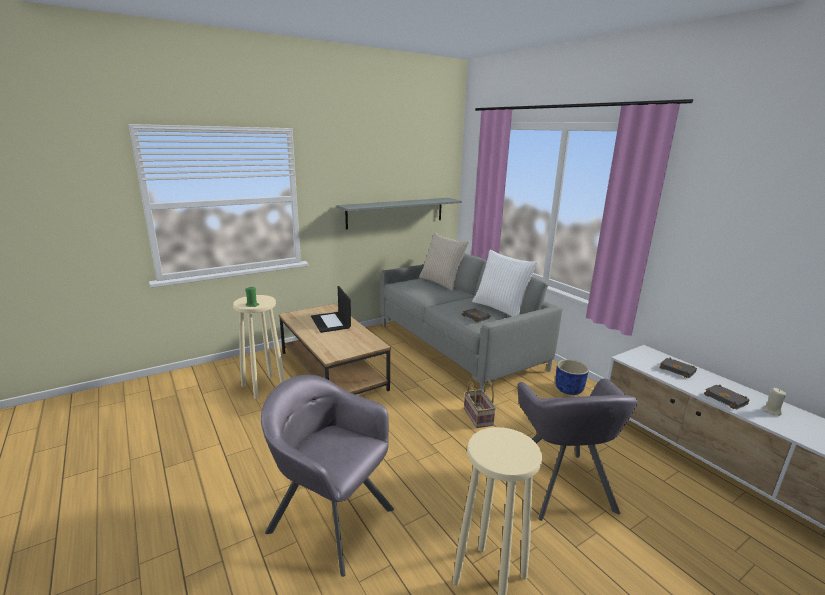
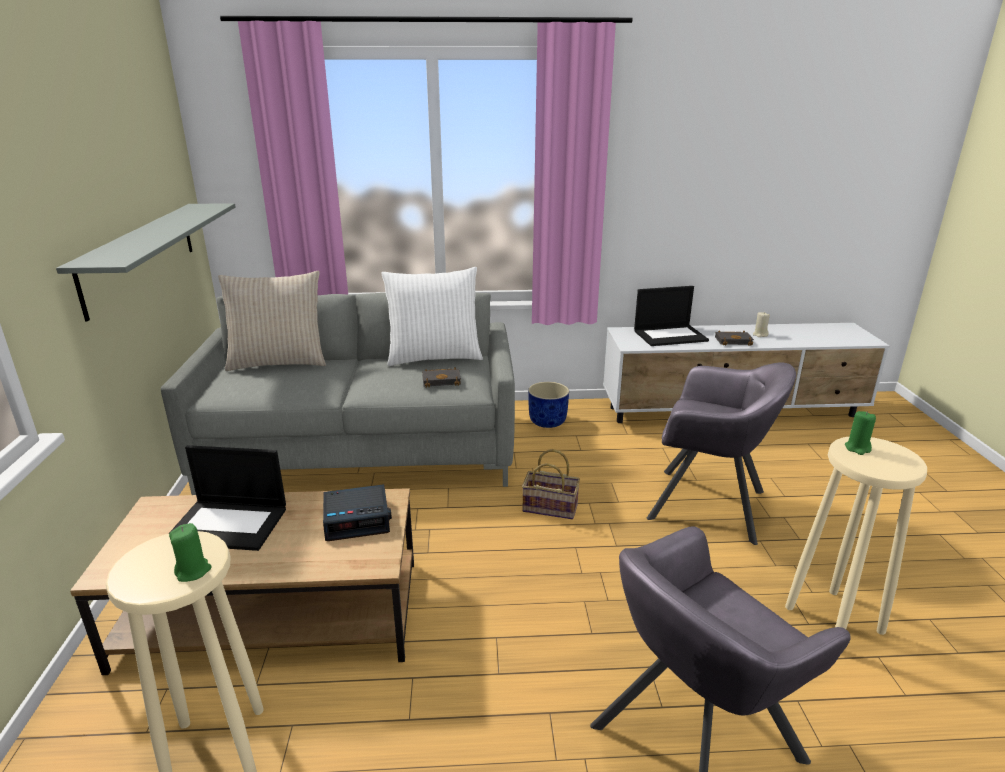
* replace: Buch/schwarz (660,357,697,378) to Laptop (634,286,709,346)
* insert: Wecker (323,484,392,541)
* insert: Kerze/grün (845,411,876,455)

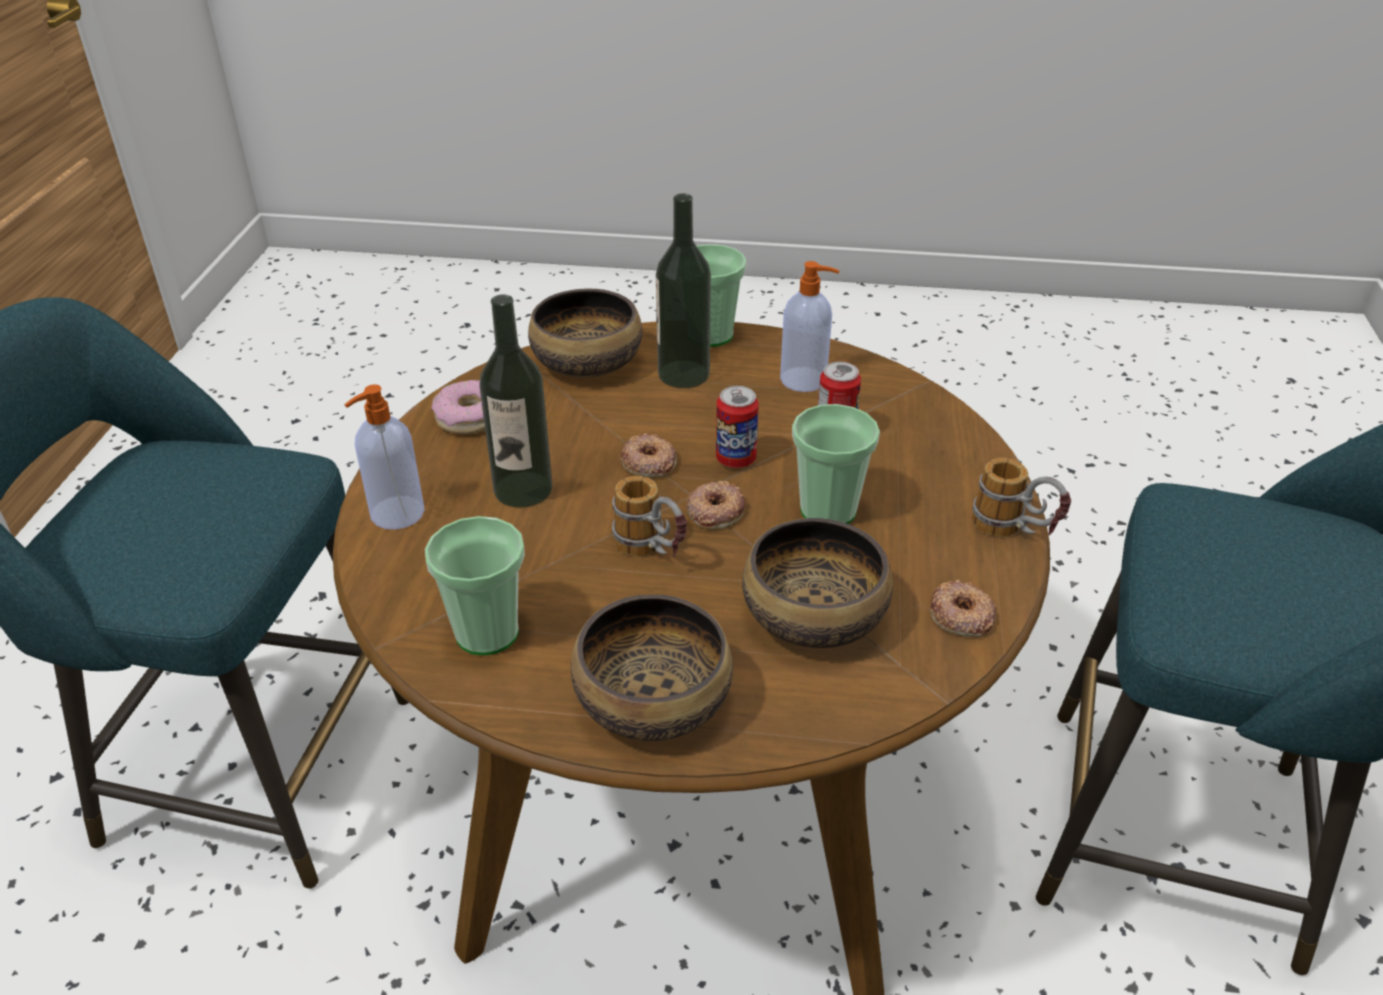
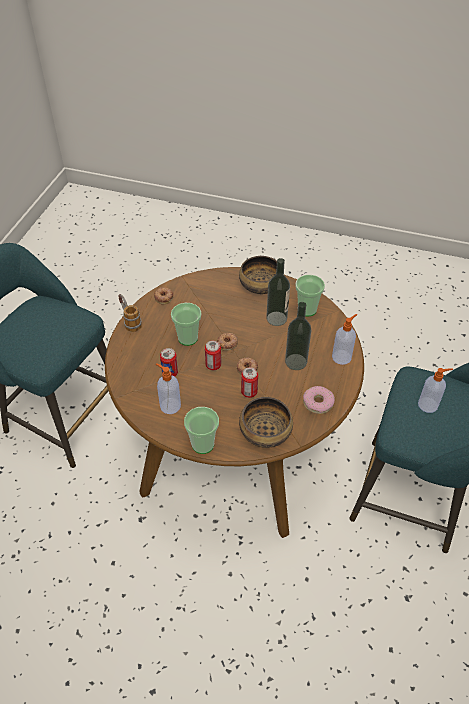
* delete: Henkelbecher (612,476,687,557)
* move: Flasche (656,193,711,388) to (266,258,290,326)
* delete: Schüssel (742,518,893,648)
* insert: Dose (241,367,258,398)
* insert: Seifenspender (418,368,453,413)

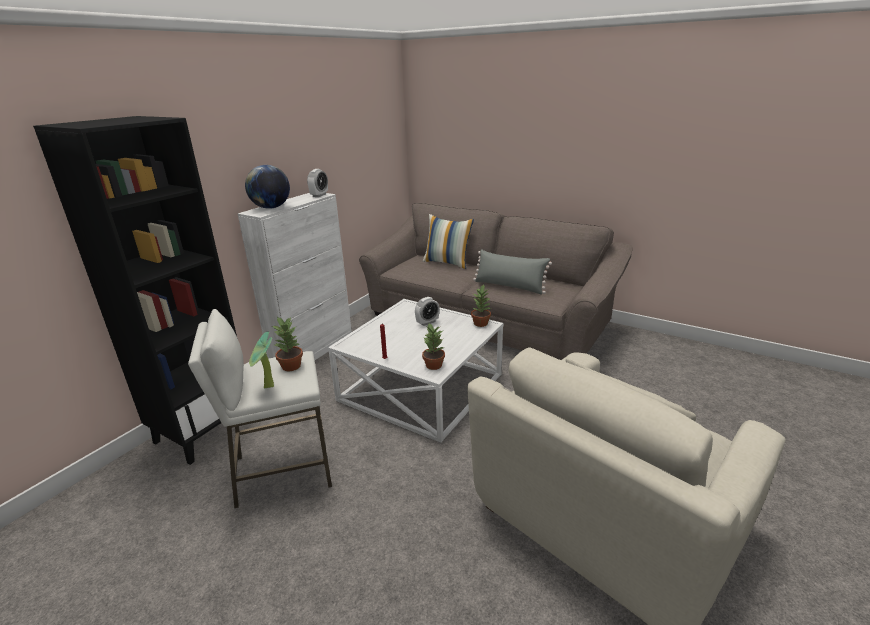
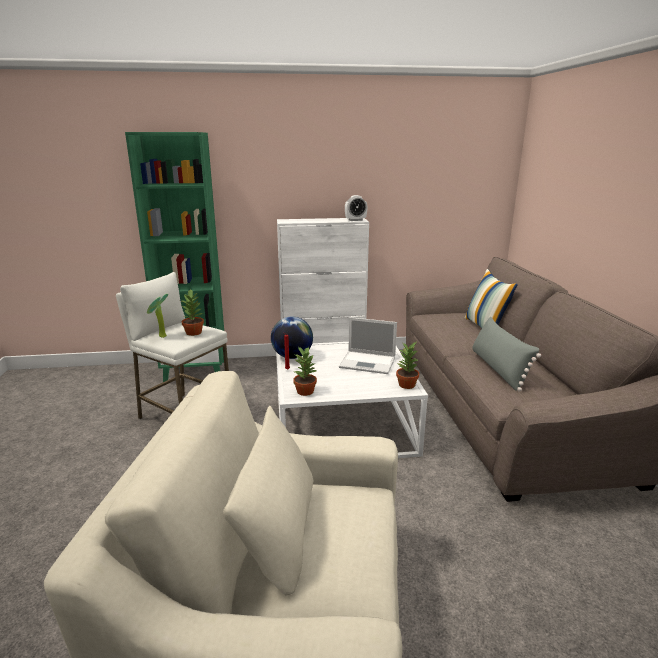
* recolor: Bücherregal/schwarz (33,116,237,465) to Bücherregal/grün (125,132,224,382)
* move: Globus (245,165,290,209) to (271,316,313,359)
* replace: Wecker (415,297,439,326) to Laptop (339,317,397,374)

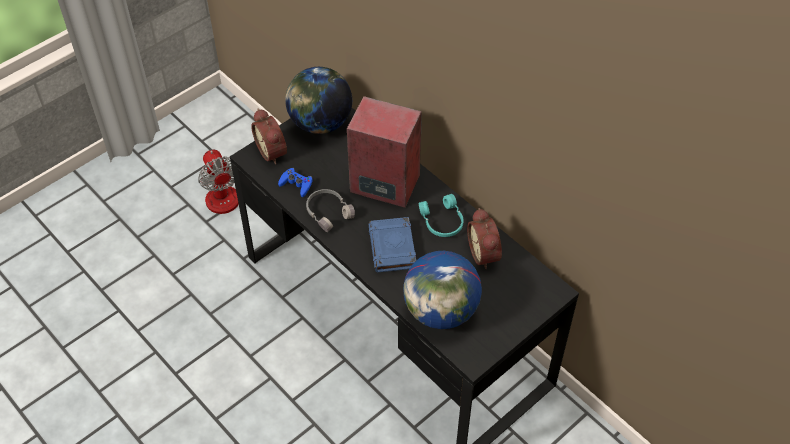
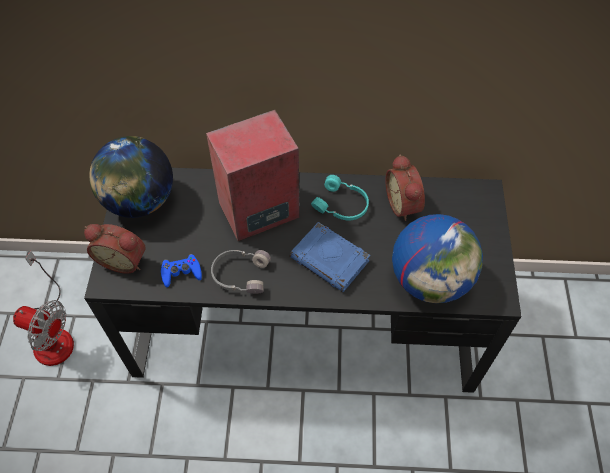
* rotate: Wecker (467,208,502,269) = (385,154,425,221) 45 degrees clockwise

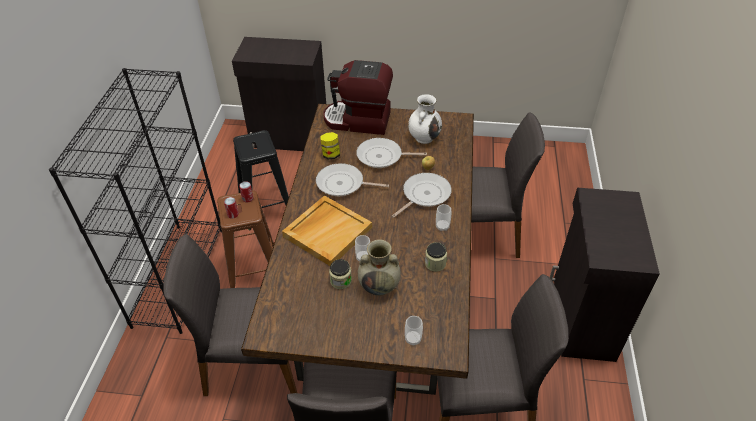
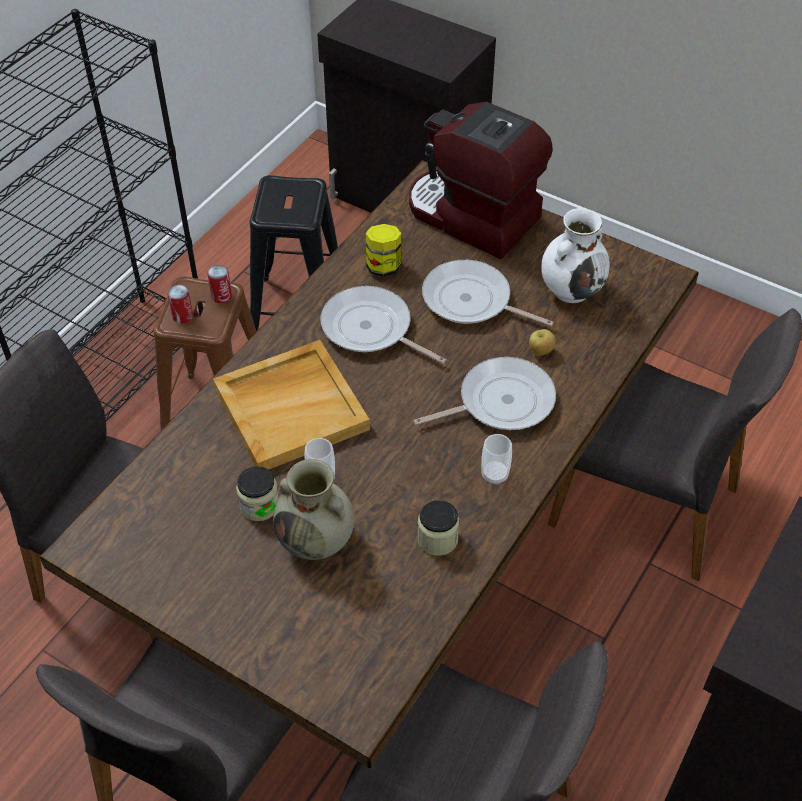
* delete: Tasse (405,316,423,346)

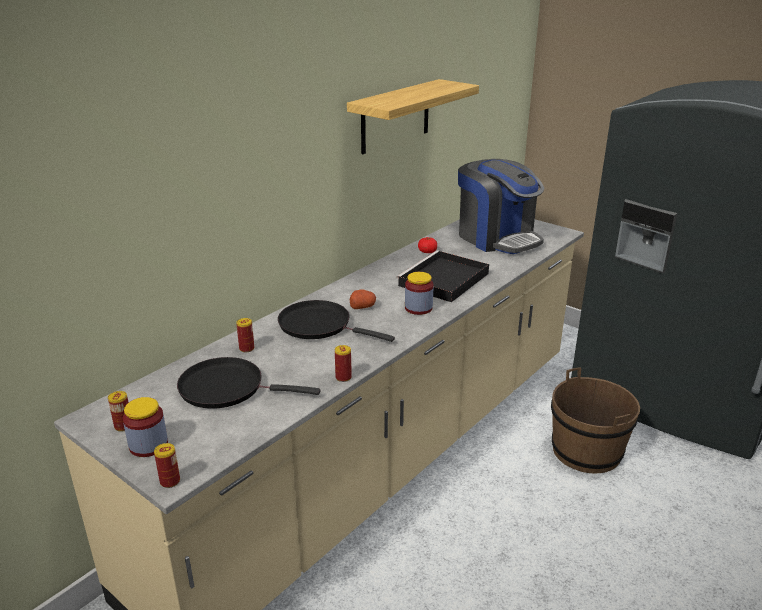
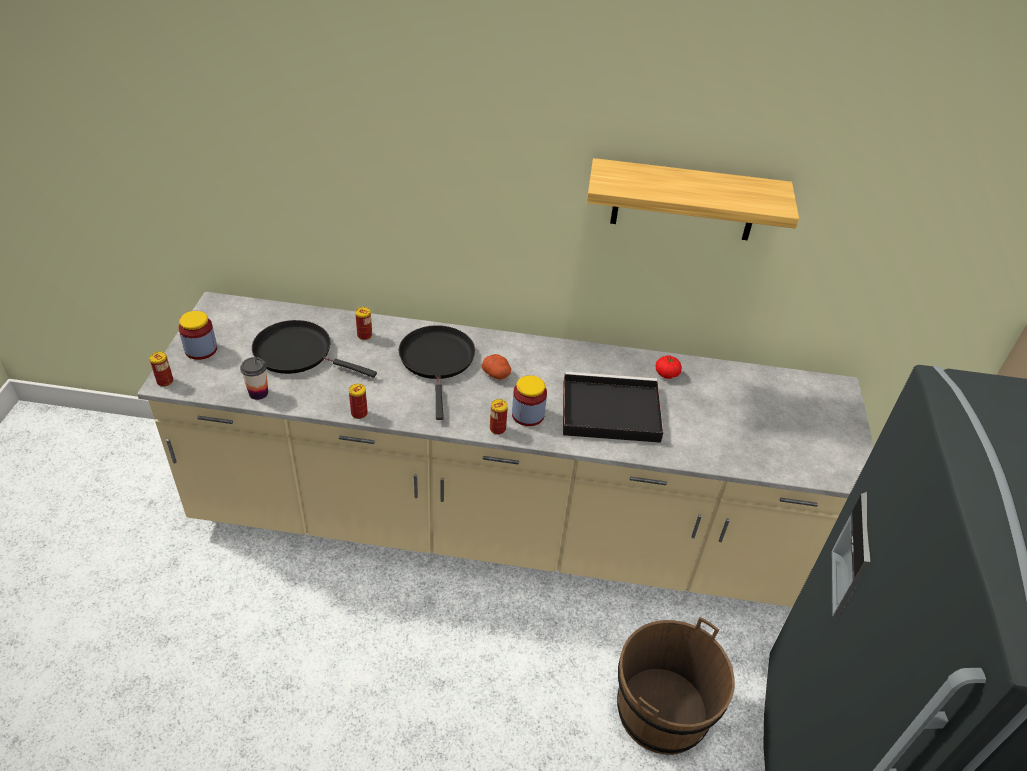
* move: Dose (108,391,129,432) to (490,399,508,435)
* rotate: Pfanne/schwarz (177,357,320,409) = (252,320,377,378) 45 degrees counterclockwise
* delete: Kaffeemaschine (458,159,545,254)
* insert: Tasse (240,357,268,400)

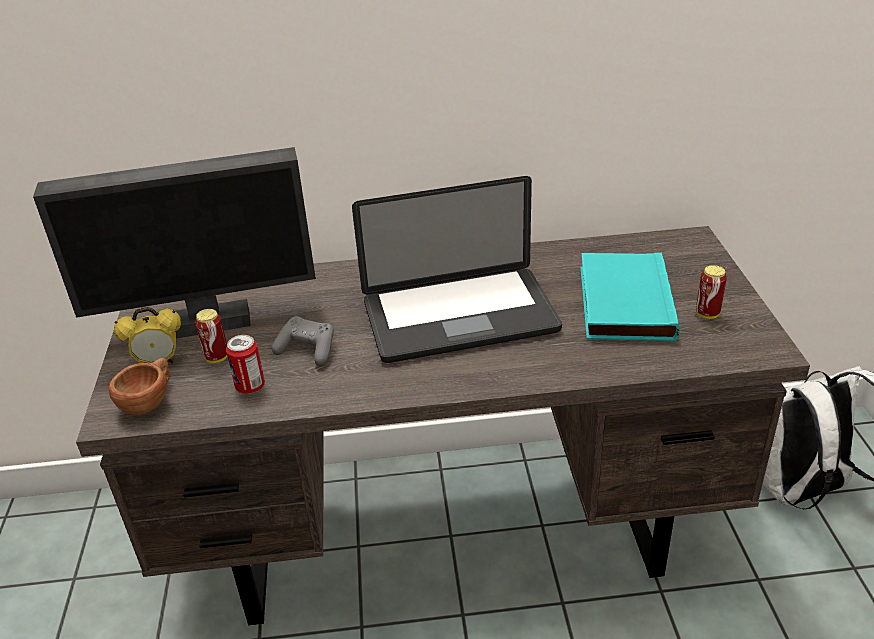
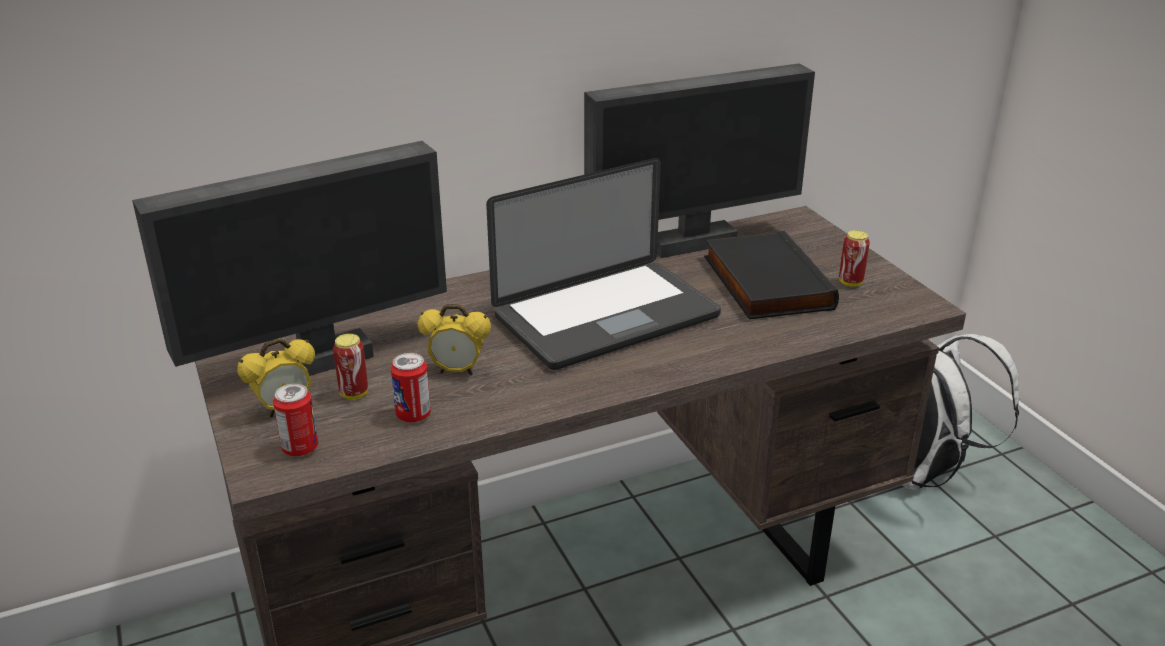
* replace: Tasse/braun (108,358,170,415) to Dose (273,384,318,456)
* replace: Gamepad/grau (271,316,334,366) to Wecker (418,304,491,375)
* recolor: Buch/türkis (580,253,680,341) to Buch/schwarz (704,231,839,319)
* insert: Monitor (584,63,815,258)

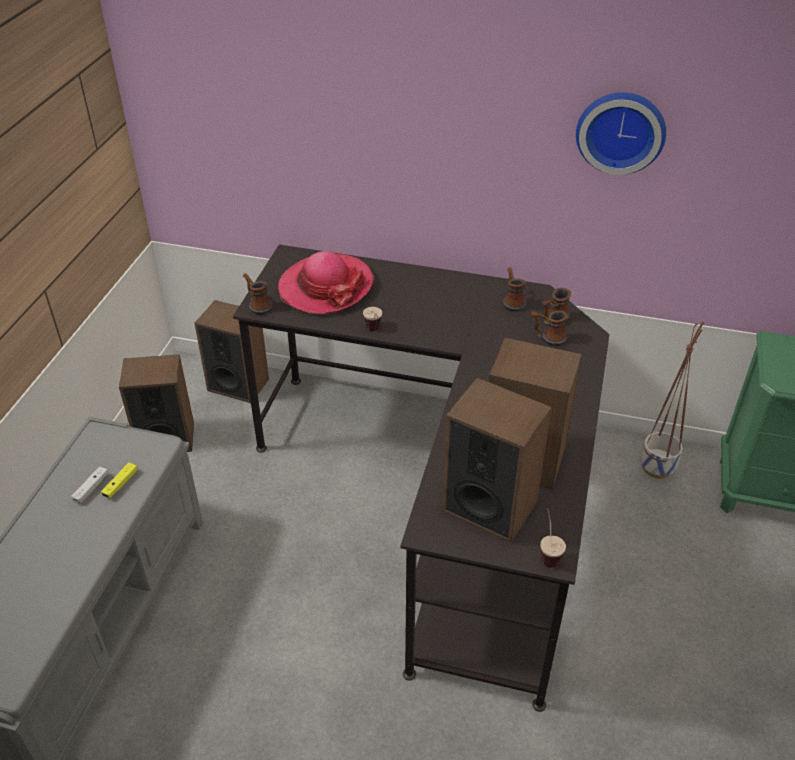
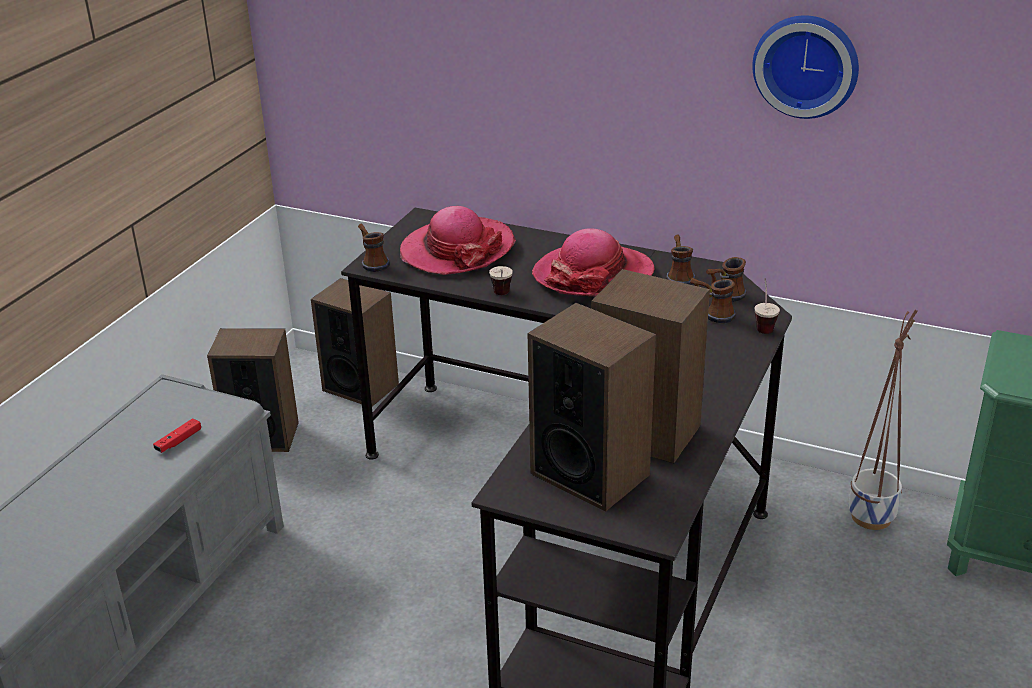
* delete: Gamepad/weiß (71,467,108,504)
* recolor: Gamepad/gelb (101,463,138,498) to Gamepad/rot (153,418,201,453)
* move: Tasse (540,508,566,567) to (755,278,780,334)
* insert: Hut (532,228,655,297)

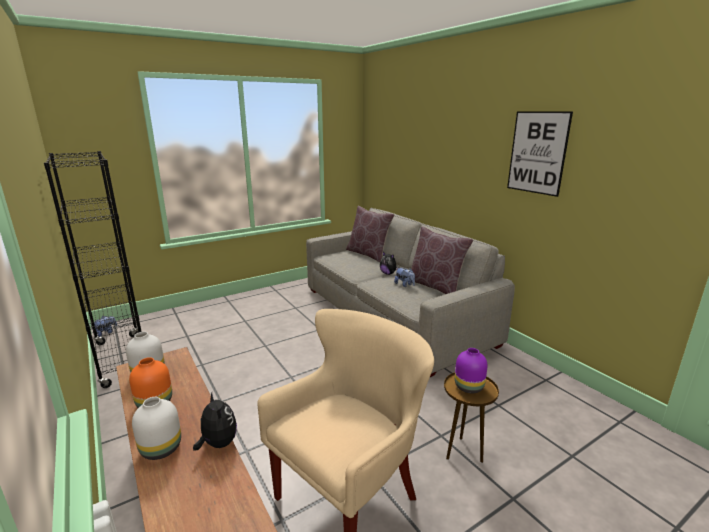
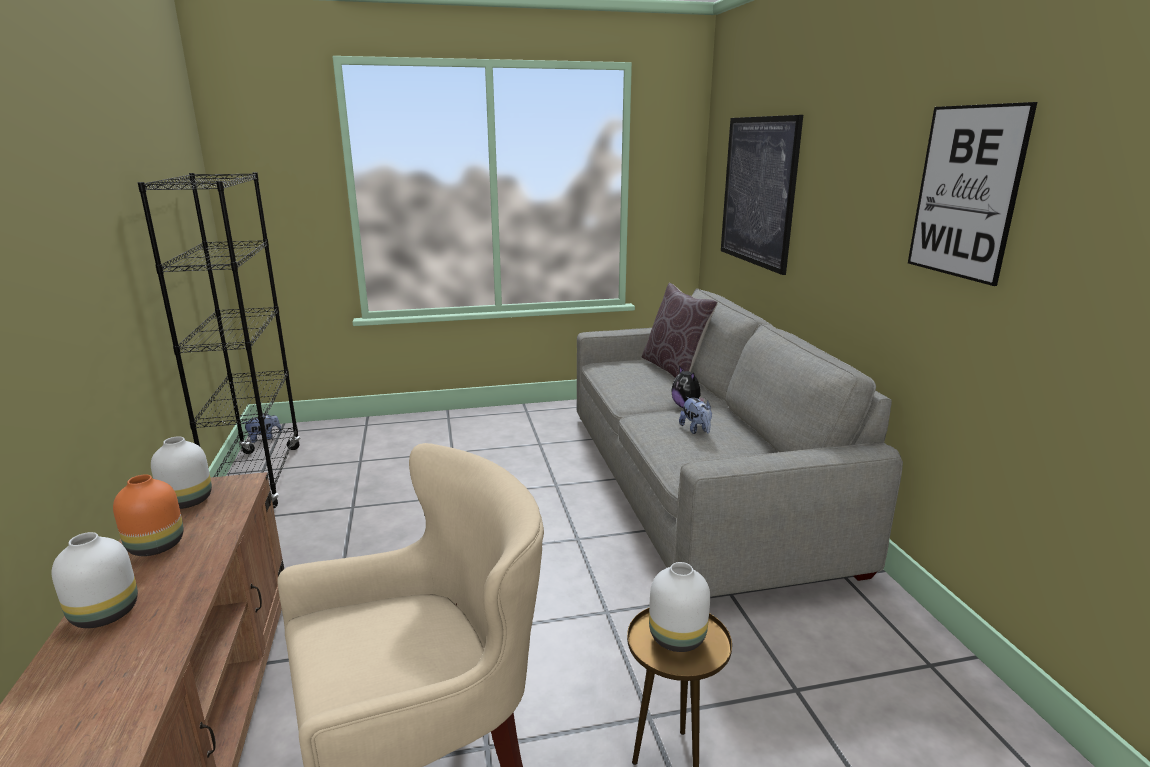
* delete: Plüschtier (193,393,237,451)
* delete: Kissen/braun (411,226,473,294)
* recolor: Vase/lila (455,348,487,393) to Vase/weiß (649,562,710,652)
* insert: Bild (721,115,803,275)

